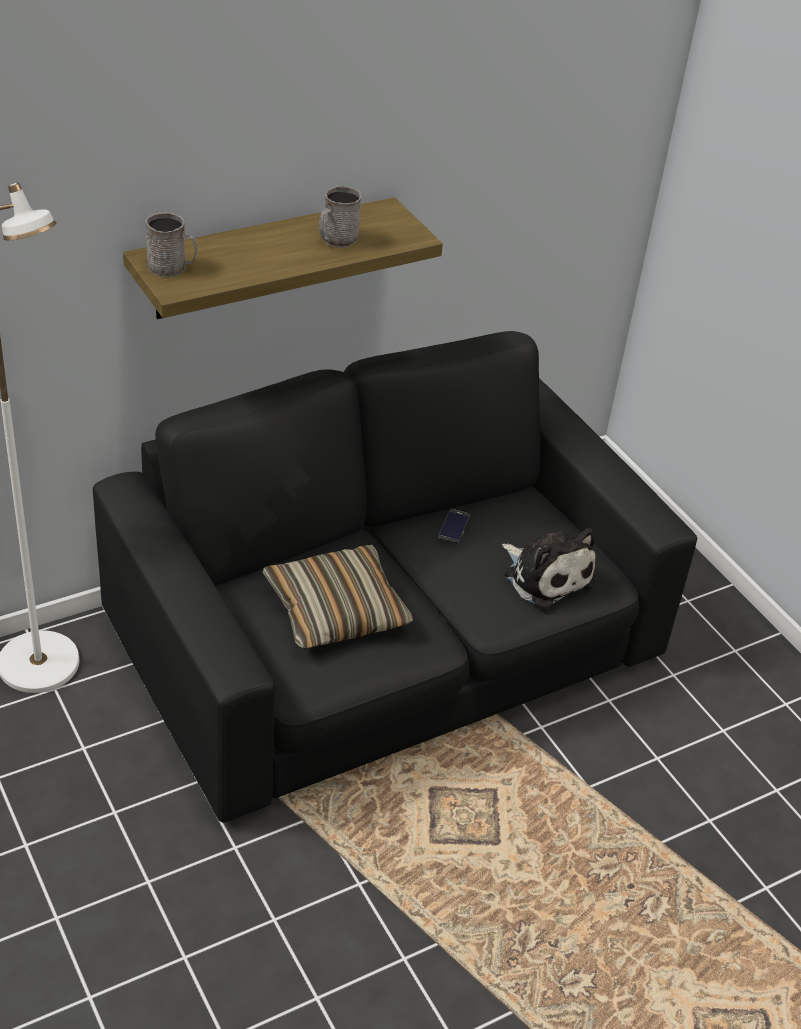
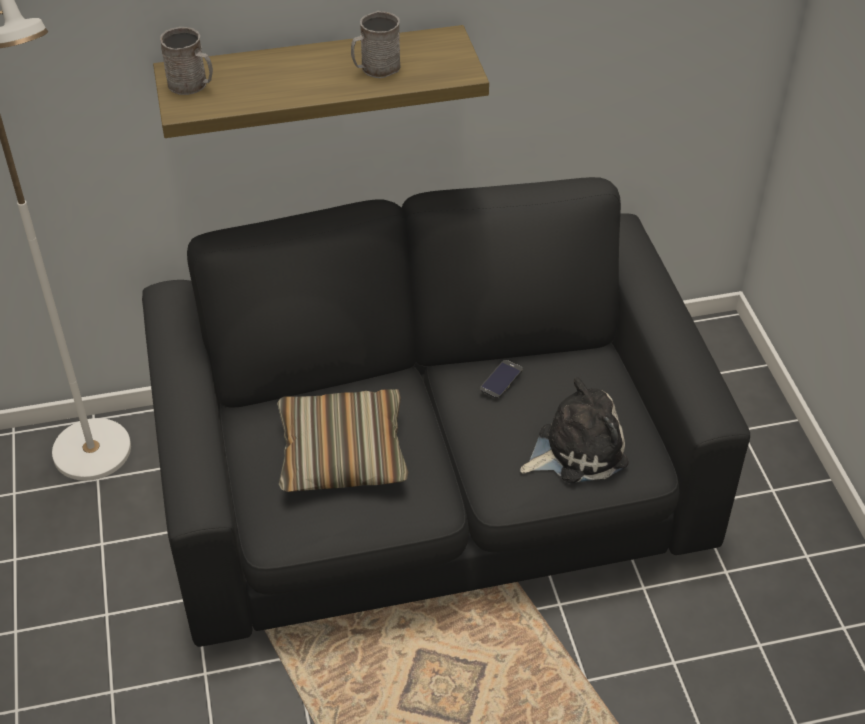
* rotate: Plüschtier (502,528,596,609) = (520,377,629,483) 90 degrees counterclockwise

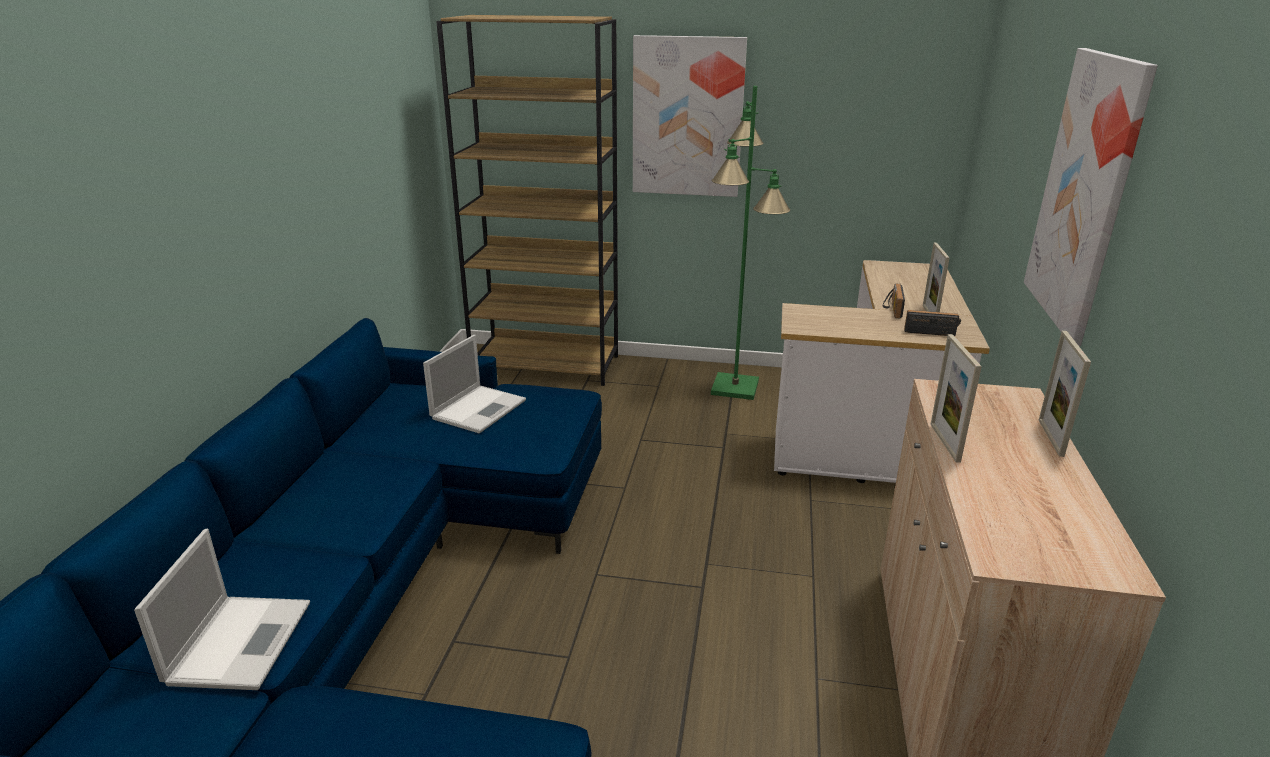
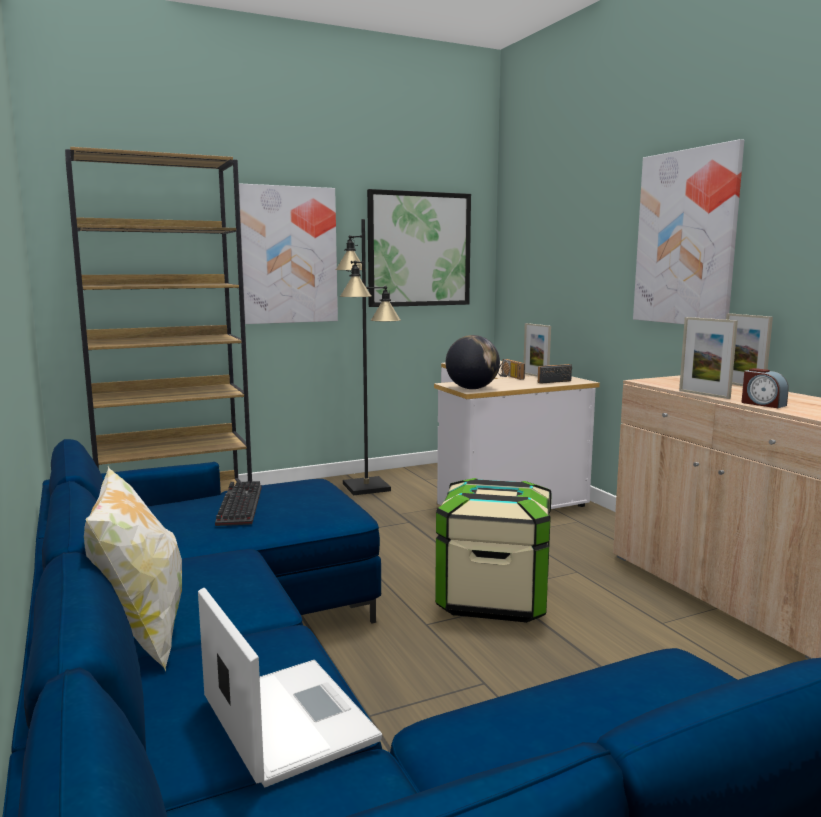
* replace: Laptop (423,335,526,433) to Tastatur (215,481,261,526)
* recolor: Stehlampe/grün (711,86,790,400) to Stehlampe/schwarz (335,219,401,495)
* insert: Kissen (84,466,182,671)
* insert: Bild (367,189,471,307)
* insert: Aufbewahrungsbox (435,478,552,623)
* insert: Globus (446,335,500,389)
* insert: Wecker (742,368,789,408)

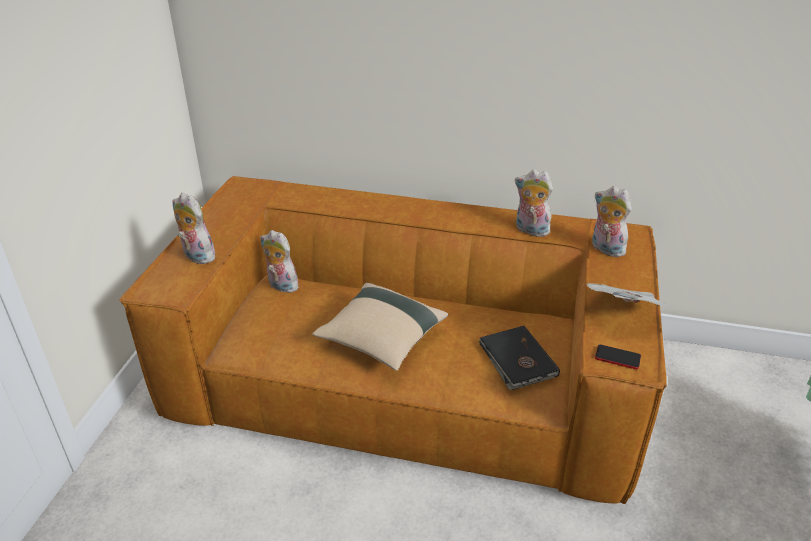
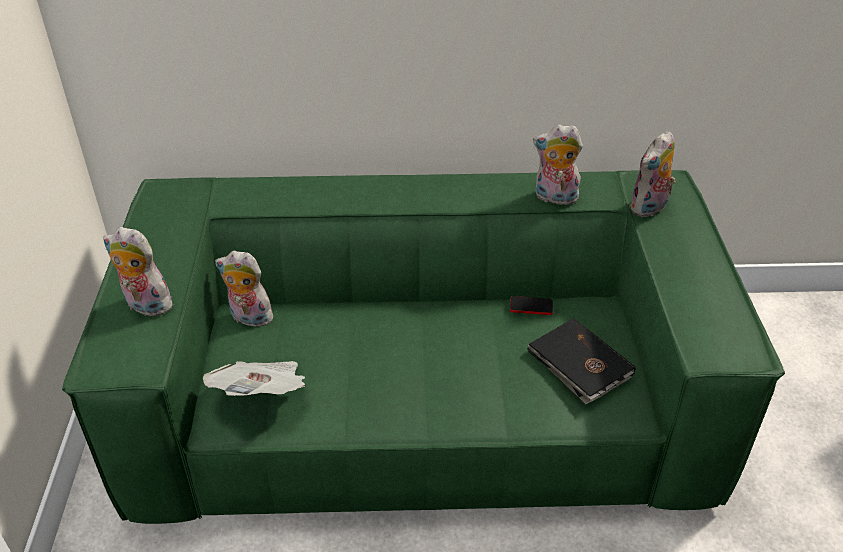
* recolor: Sofa/braun (119,176,667,504) to Sofa/grün (62,170,785,524)
* delete: Kissen/beige (312,283,448,371)
* move: Zeitung (586,283,671,307) to (203,361,305,396)
* rotate: Plüschtier (592,186,631,257) = (629,131,676,217) 75 degrees counterclockwise
* move: Handy (595,345,641,369) to (510,296,553,315)

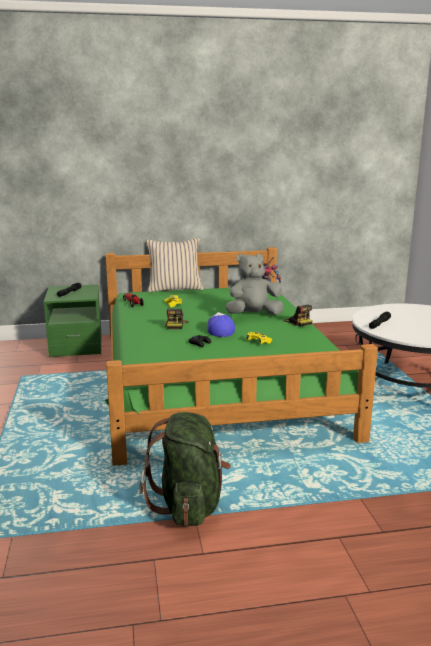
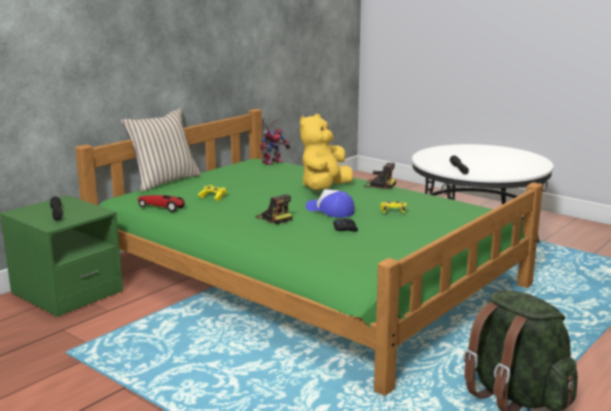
* recolor: Plüschtier/grau (226,253,284,315) to Plüschtier/gelb (300,114,353,190)

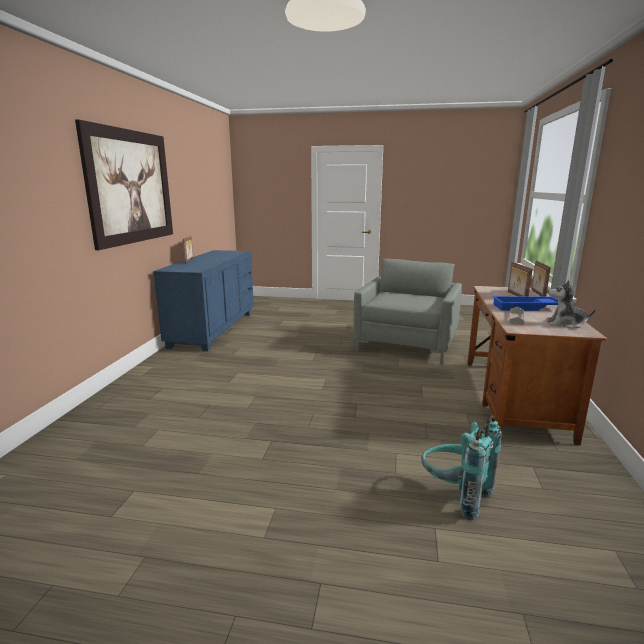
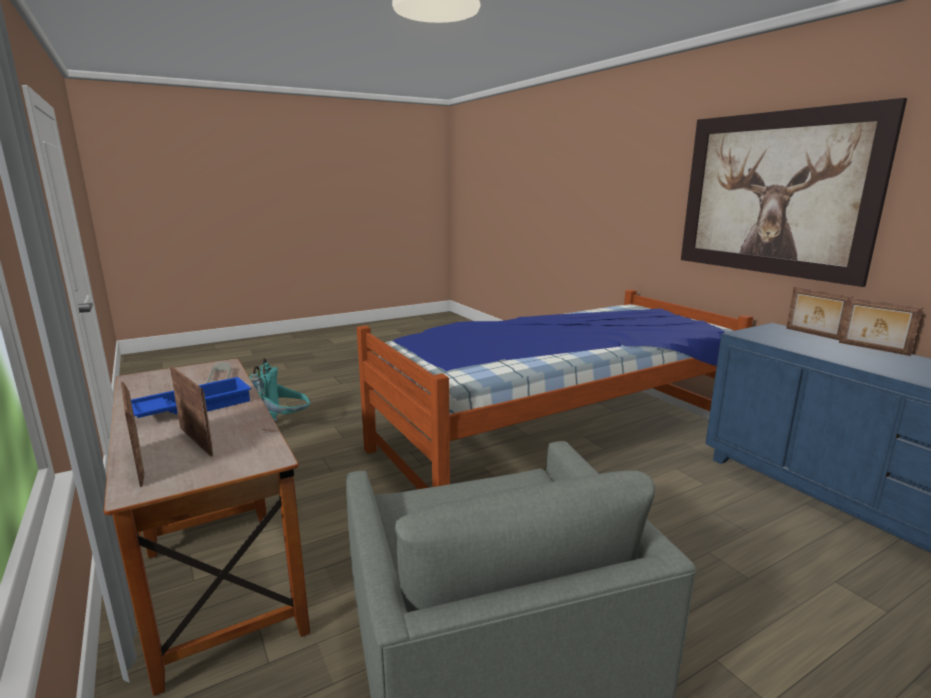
* delete: Plüschtier (547,280,596,328)
* insert: Bett (357,290,753,489)
* insert: Bilderrahmen (786,287,853,340)

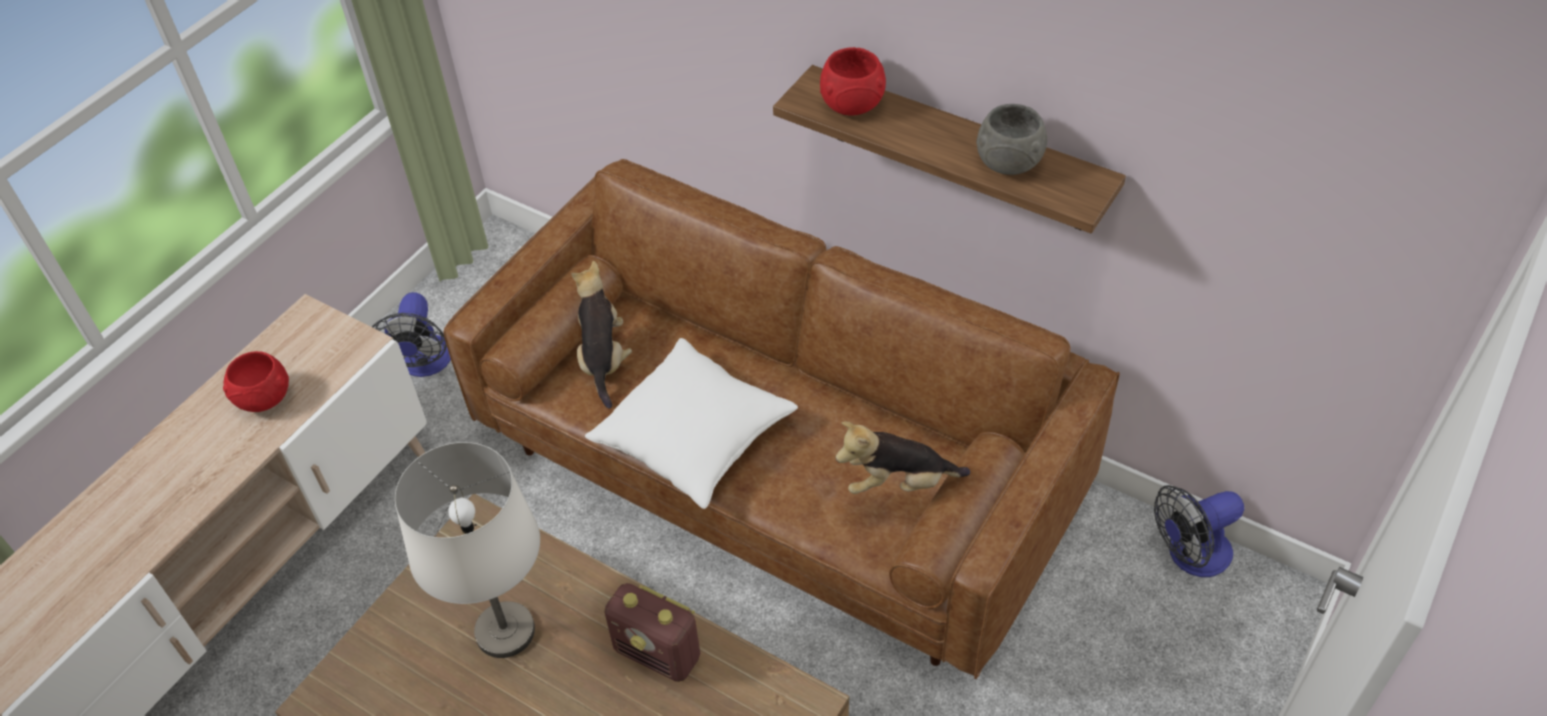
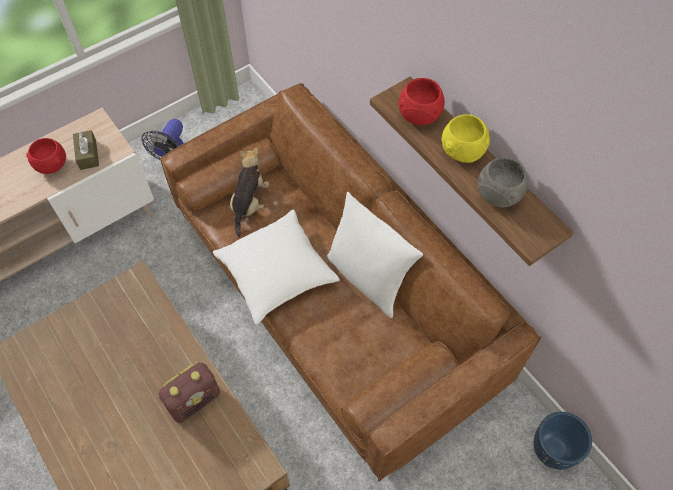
* delete: Tischlampe/weiß (395,442,540,658)
* rotate: Radio (604,583,700,682) = (159,362,220,423) 90 degrees counterclockwise
* delete: Plüschtier (836,421,970,494)
* replace: Ventilator (1154,485,1244,577) to Pflanzkübel/blau (533,412,592,470)
* insert: Taschentuchbox/braun (73,130,99,170)
* insert: Kissen/weiß (327,191,423,318)
* insert: Schüssel/gelb (441,114,490,163)

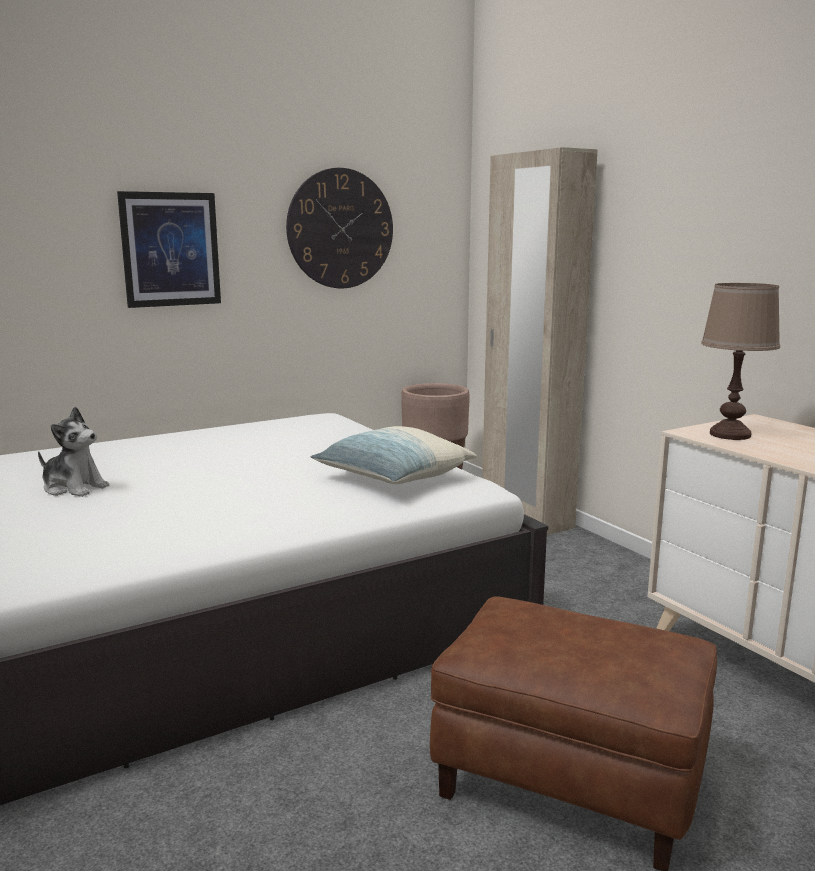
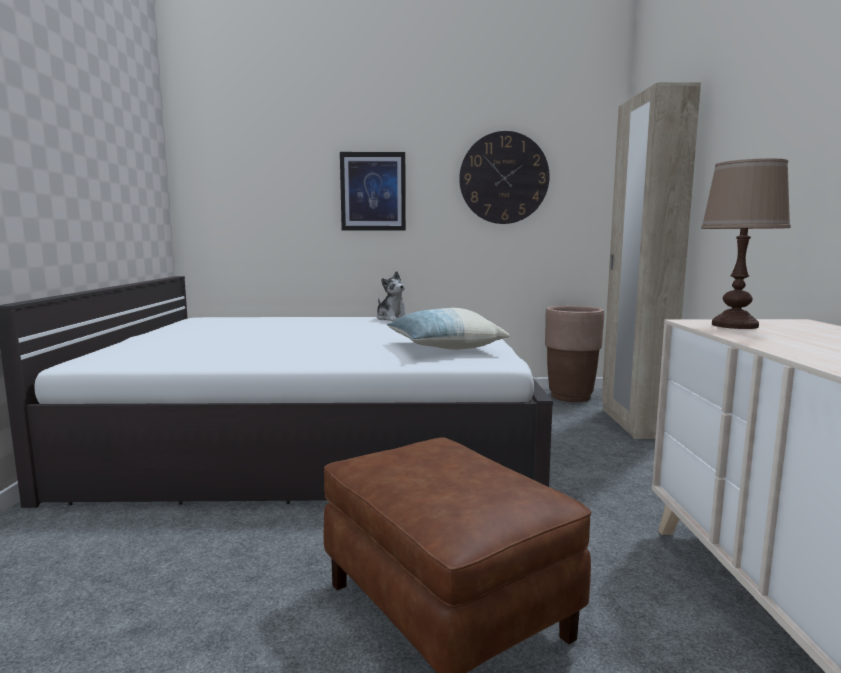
* move: Plüschtier (38,407,109,497) to (377,271,407,321)

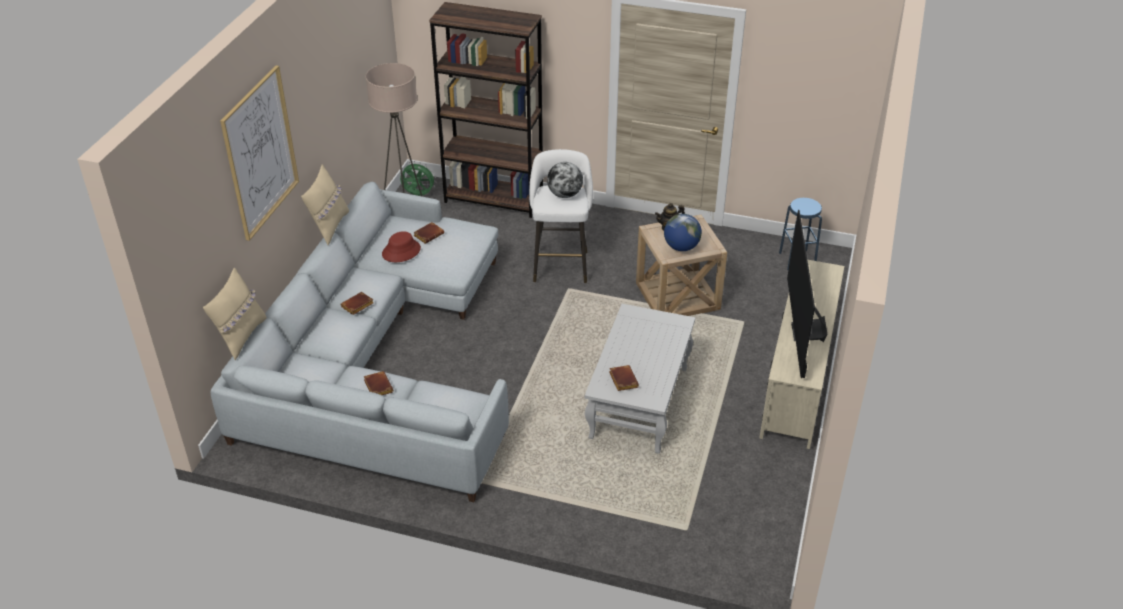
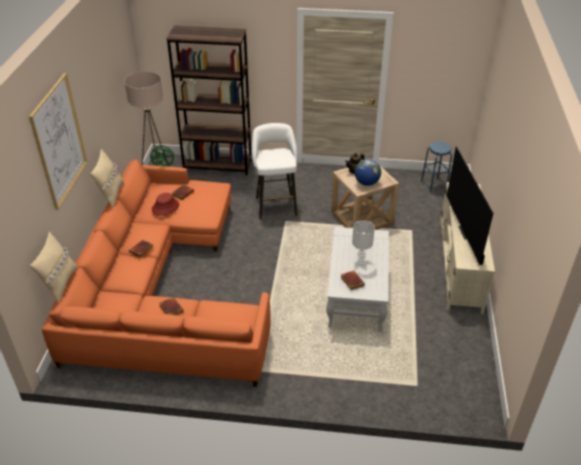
* recolor: Sofa/grau (211,182,509,502) to Sofa/orange (42,160,271,387)
* delete: Globus (547,162,583,198)
* insert: Tischlampe/weiß (352,220,375,265)

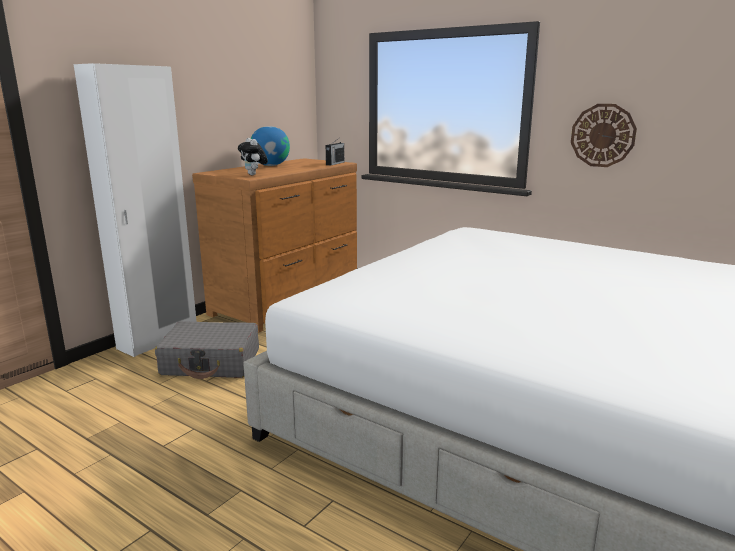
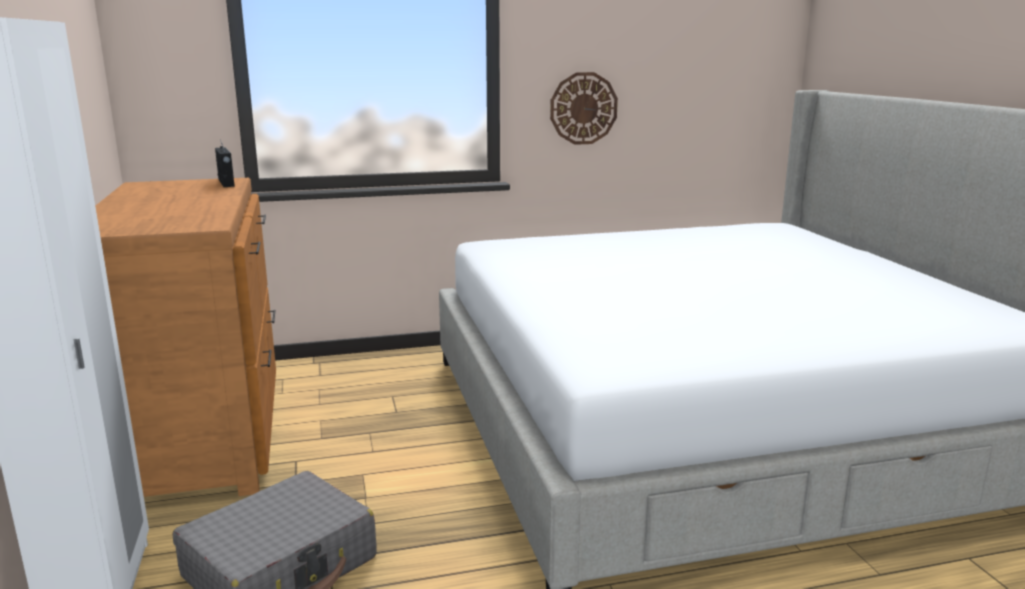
* delete: Plüschtier (238,138,268,175)
* delete: Globus (251,126,290,166)

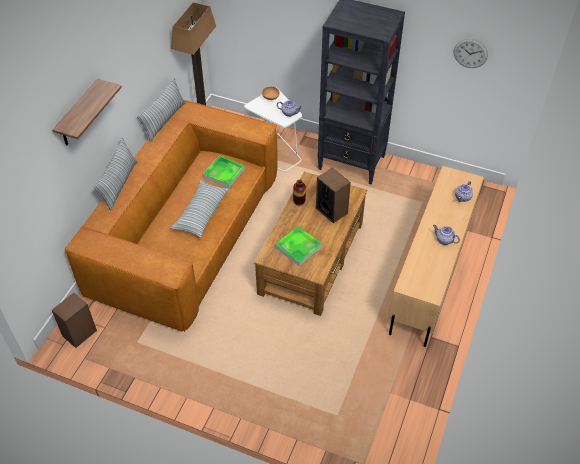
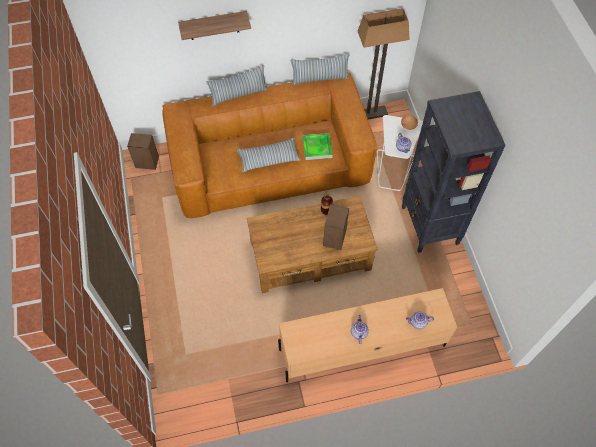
* delete: Tablett (275,226,322,266)
* delete: Wanduhr (454,39,488,68)

